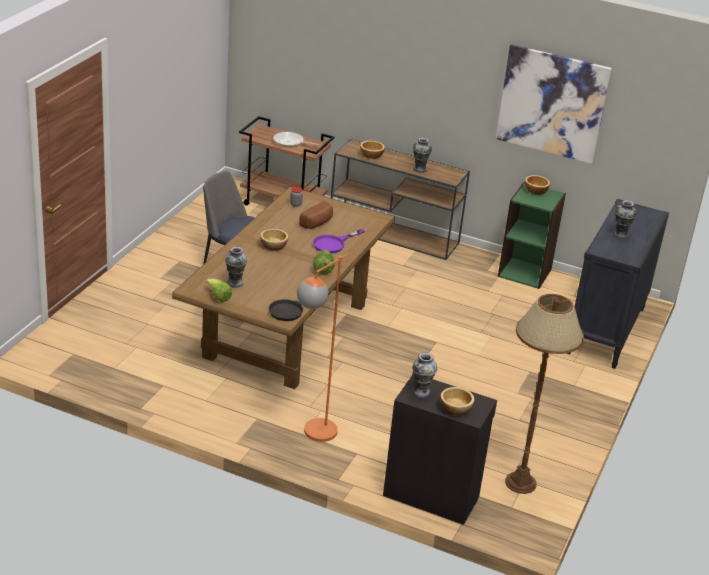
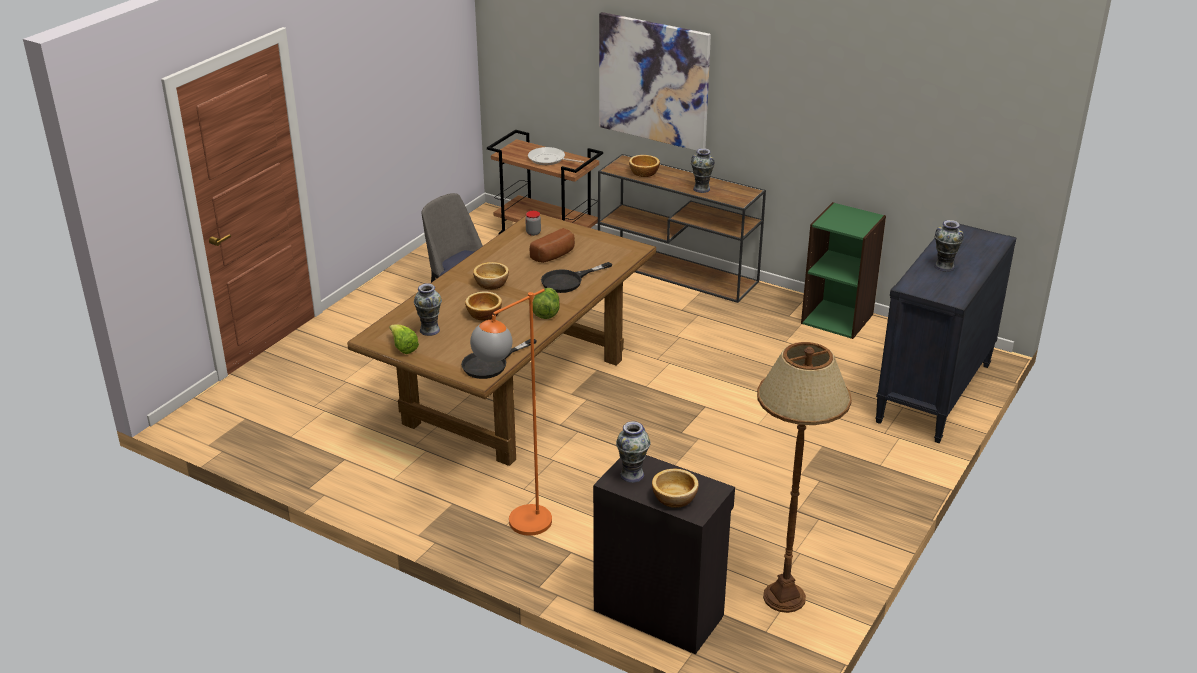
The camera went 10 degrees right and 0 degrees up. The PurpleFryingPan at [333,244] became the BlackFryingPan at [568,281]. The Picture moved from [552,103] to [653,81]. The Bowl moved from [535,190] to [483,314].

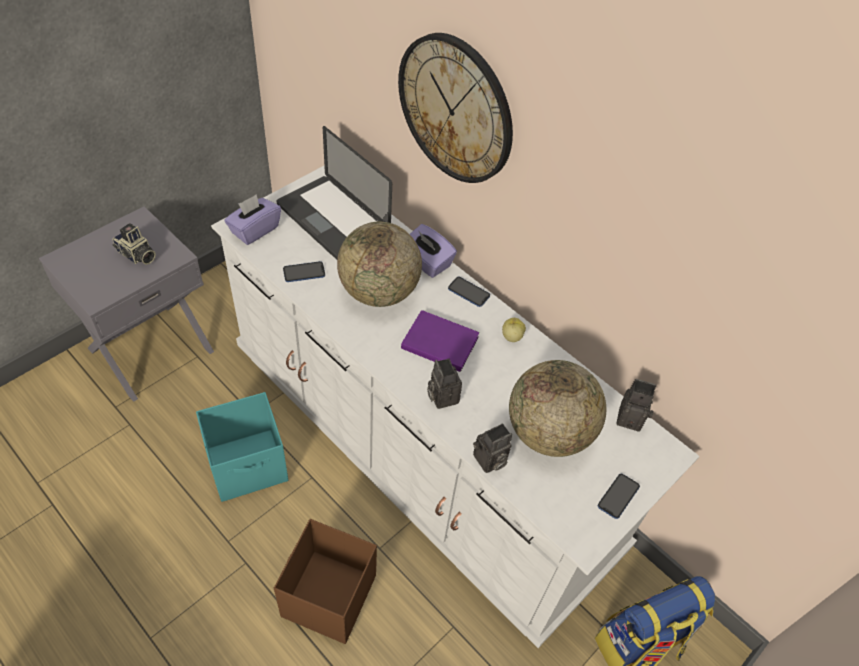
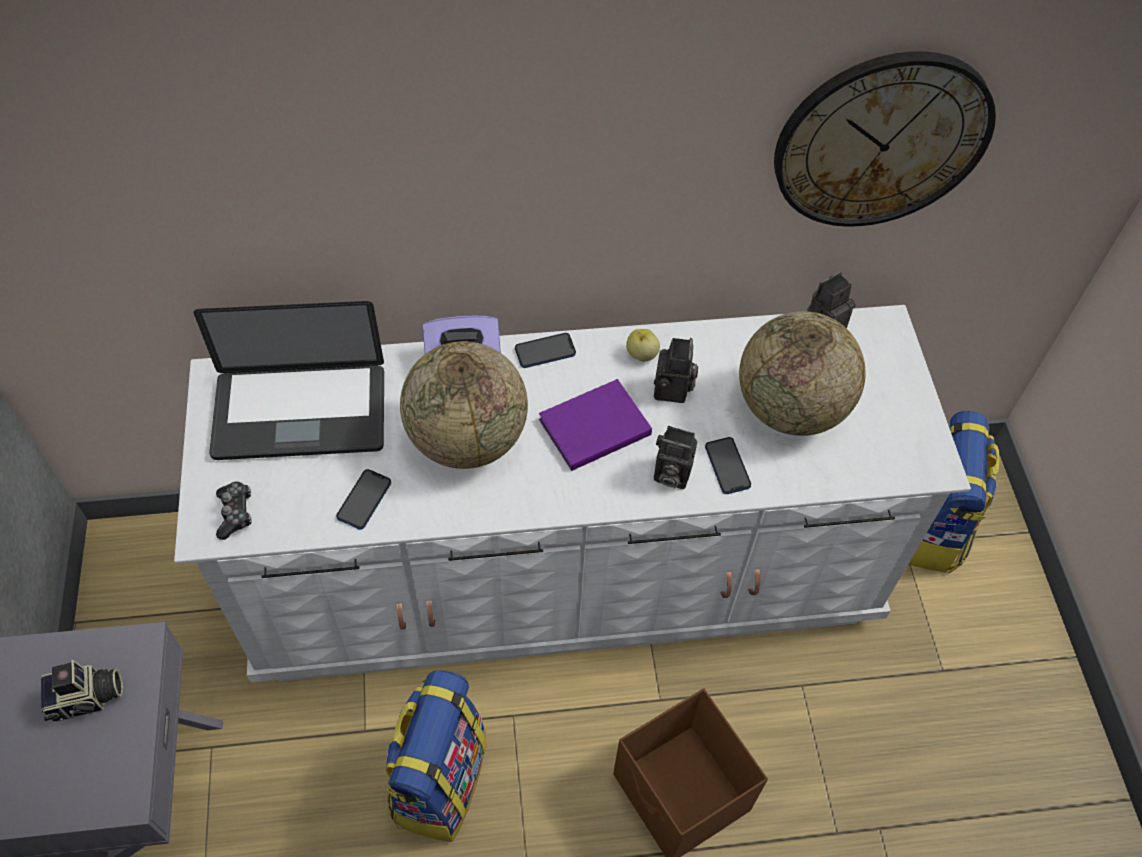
The camera went 50 degrees left and 5 degrees up. The TurquoiseStorageBox at [249,465] was replaced by the Backpack at [438,780]. The PurpleTissueBox at [254,230] was replaced by the GameController at [235,513]. The WallClock moved from [455,109] to [881,141]. The PhotoCamera moved from [489,461] to [673,391]. The Phone moved from [618,496] to [727,466].

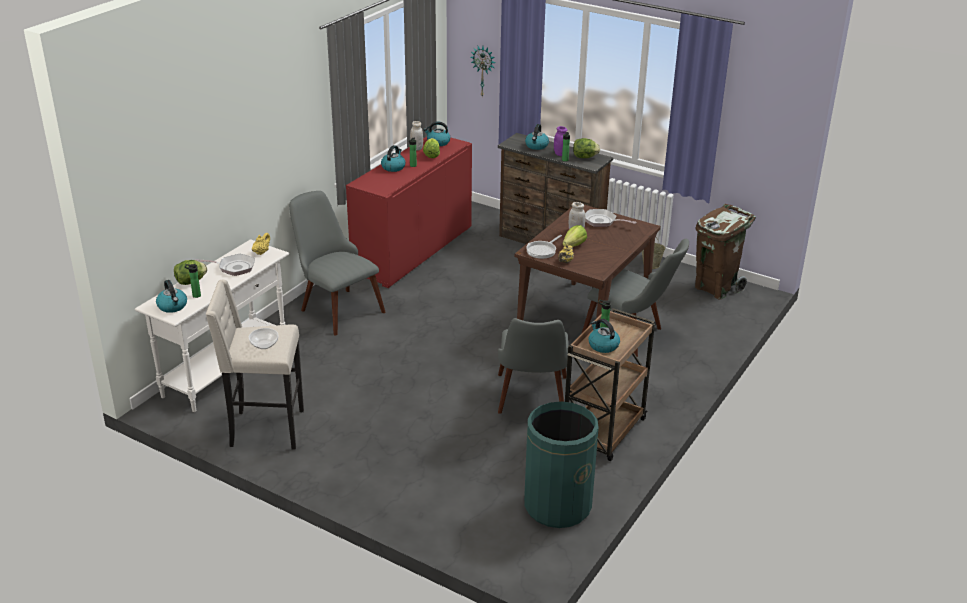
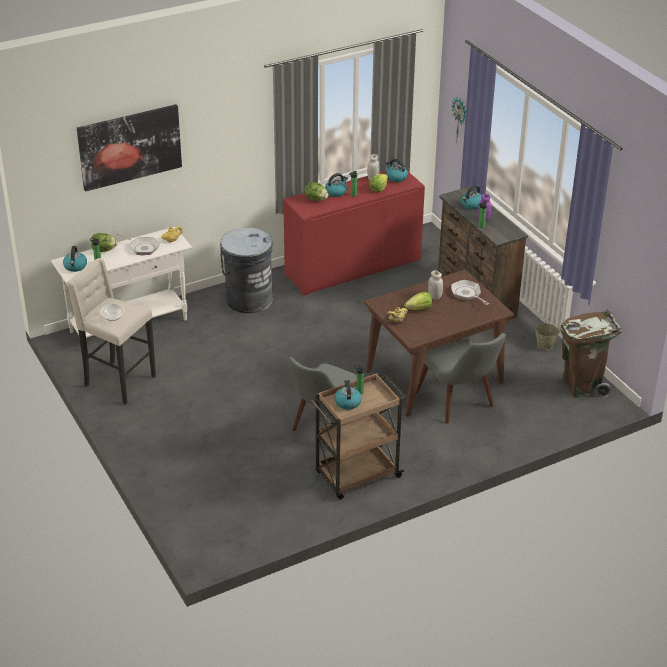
The camera went 30 degrees right and 5 degrees up. The GreyChair at [335,307] was replaced by the GreyTrashCan at [249,299]. The GreenTrashCan at [557,506] disappeared. The FryingPan at [542,250] disappeared. The Lettuce moved from [584,157] to [316,199]. The Picture at [130,146] appeared.

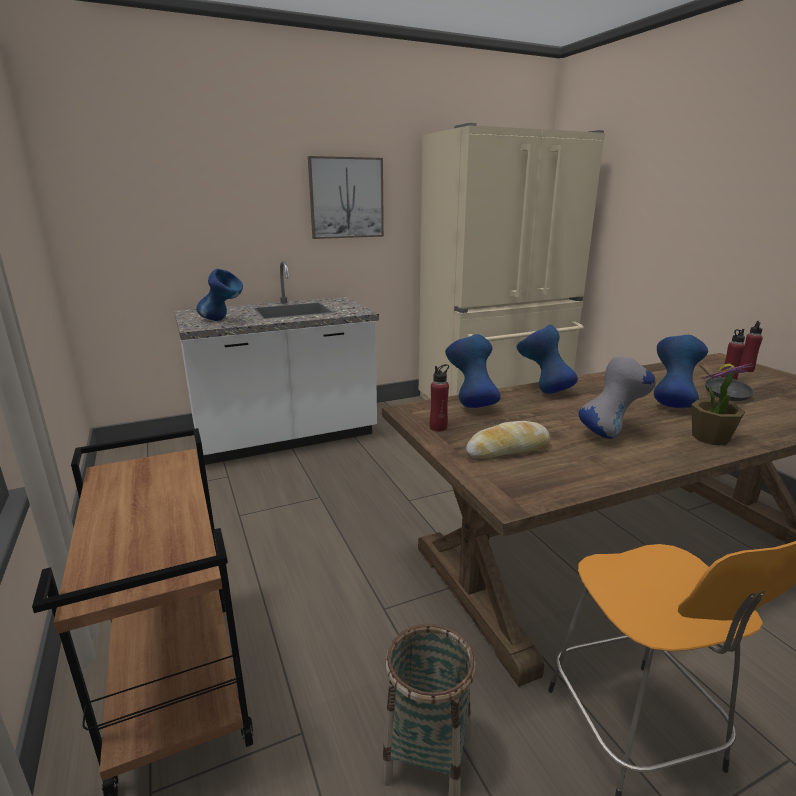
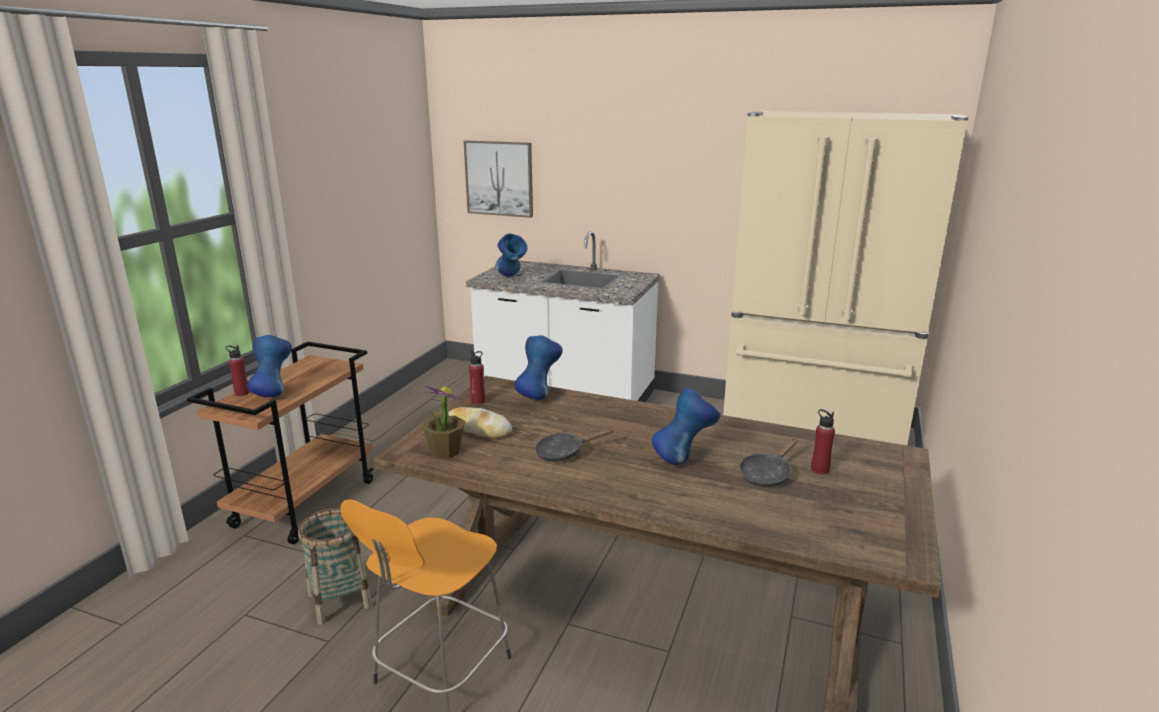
The camera went 45 degrees right and 0 degrees up. The Picture moved from [346,198] to [499,178]. The BlueVase moved from [543,391] to [274,393]. The GreyVase at [610,434] was replaced by the BlackFryingPan at [564,453]. The PottedPlant moved from [710,438] to [445,451]. The RedBottle moved from [746,370] to [242,393].

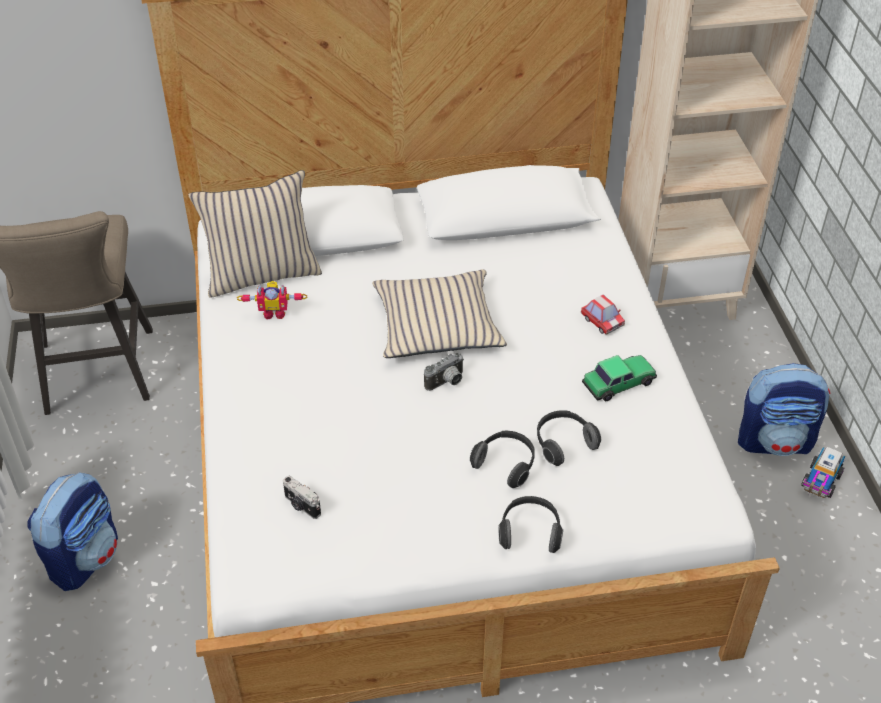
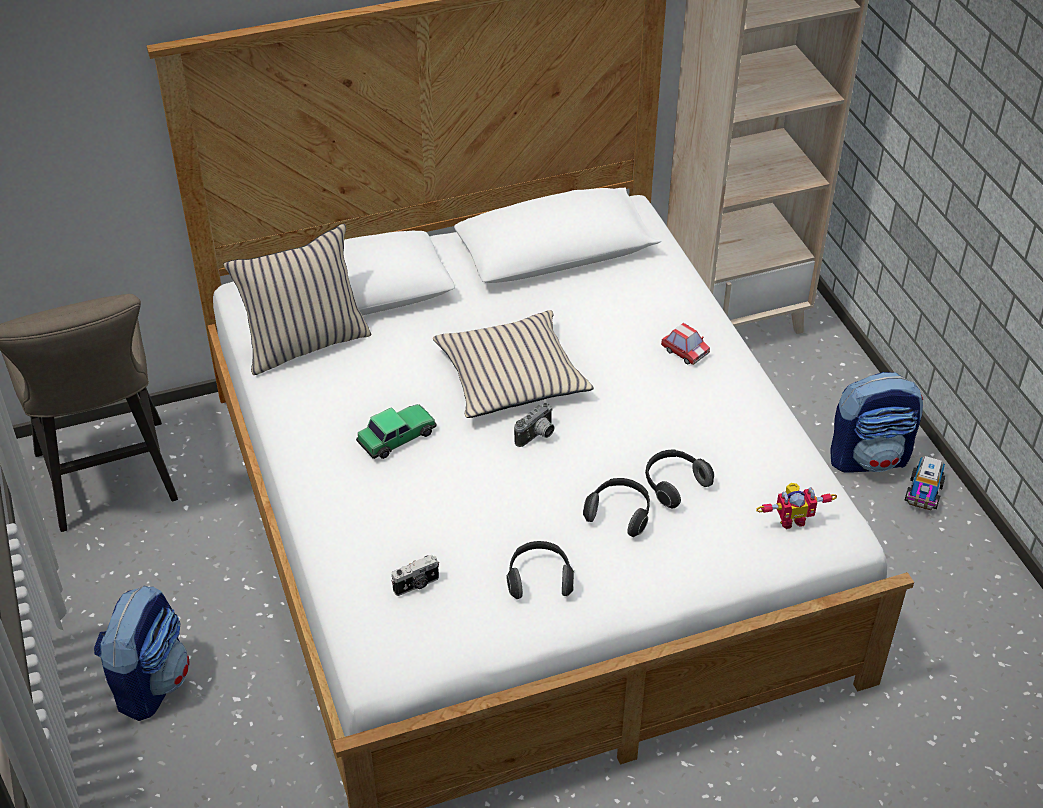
The camera went 10 degrees left and 0 degrees up. The ToyRobot moved from [274,312] to [791,519]. The PhotoCamera at [301,506] turned 60 degrees counterclockwise. The Headphones moved from [530,532] to [539,579]. The ToyCar moved from [619,382] to [397,436].

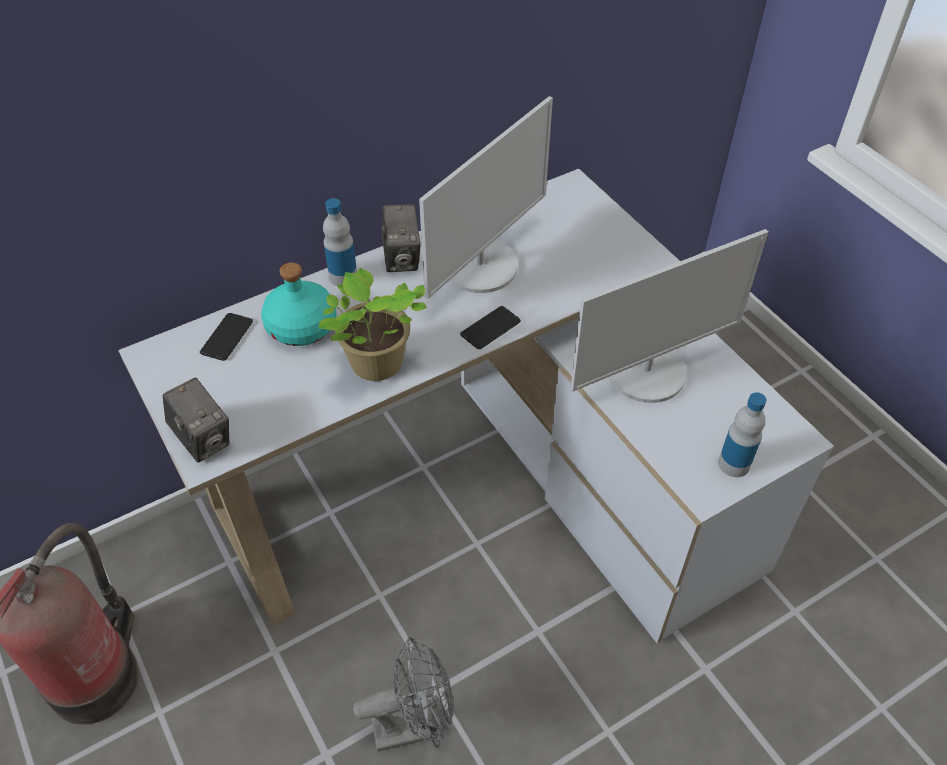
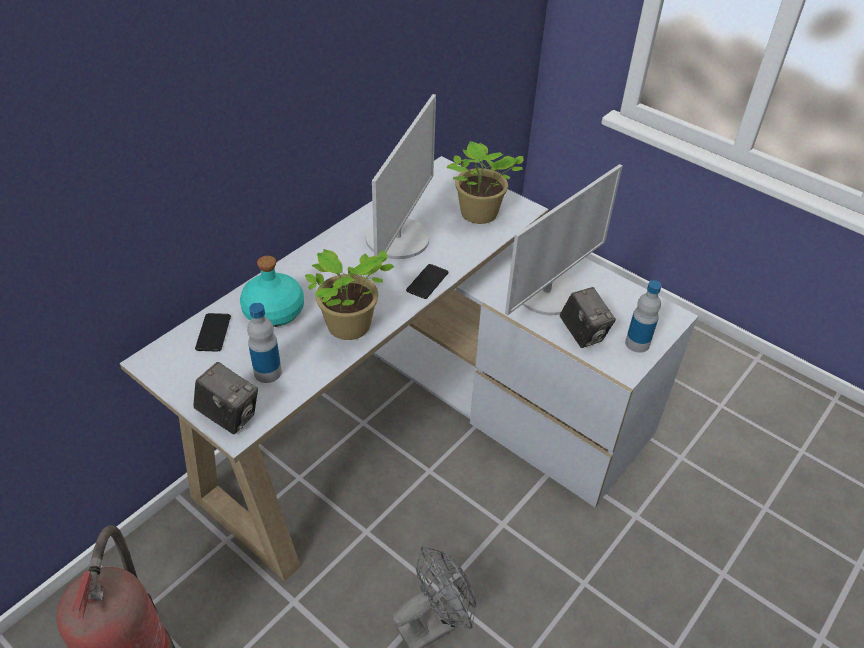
The camera went 20 degrees left and 5 degrees down. The Bottle moved from [343,277] to [267,372]. The PhotoCamera moved from [402,258] to [583,333]. The PottedPlant at [478,215] appeared.

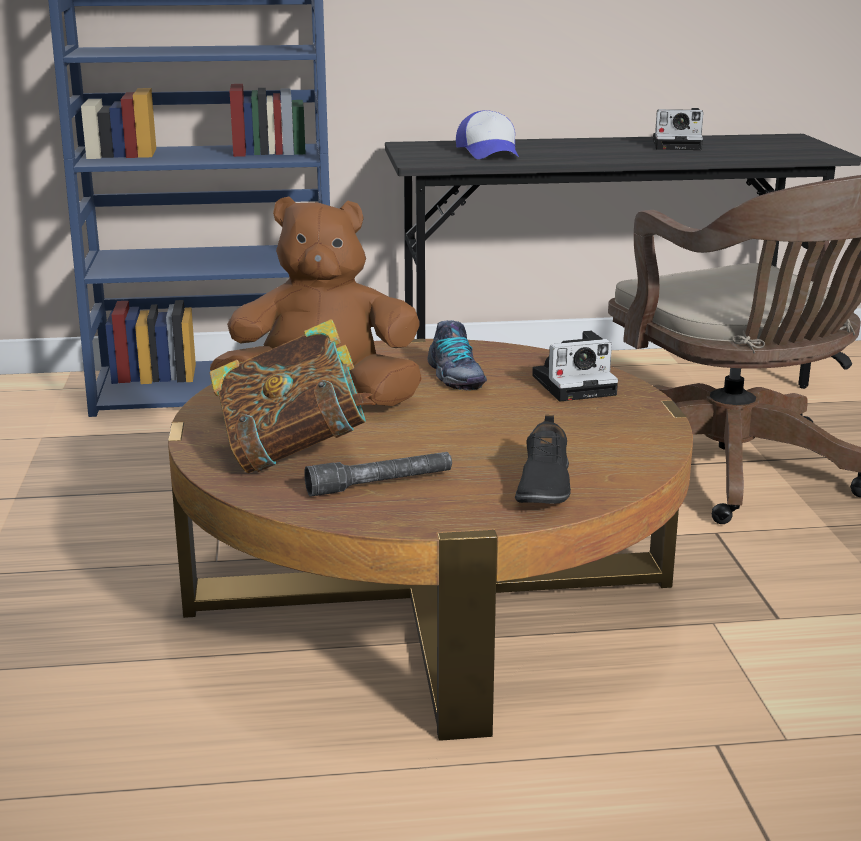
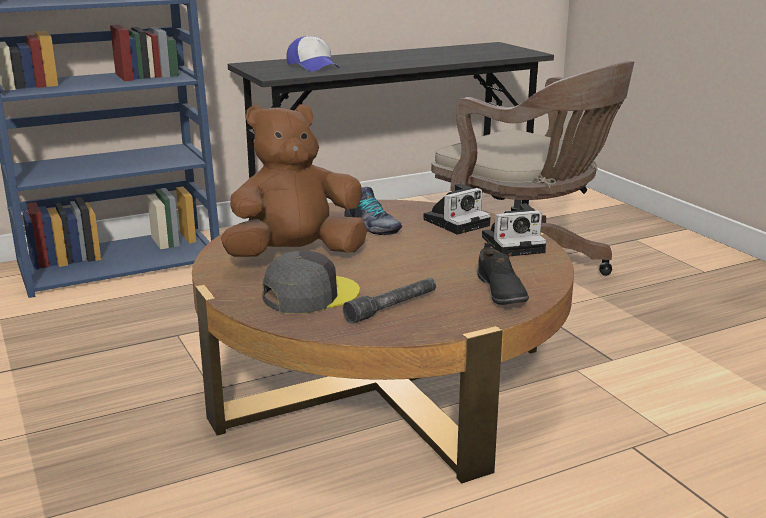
The camera went 20 degrees left and 0 degrees up. The Book at [294,453] was replaced by the GreyCap at [310,295]. The PhotoCamera moved from [679,145] to [515,244].

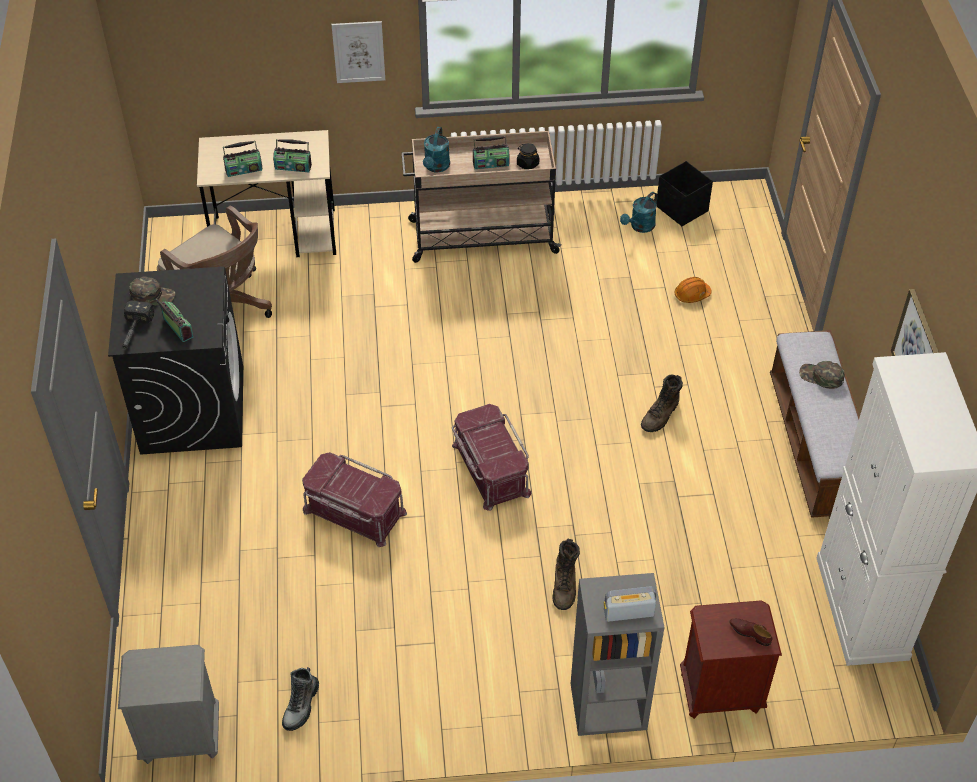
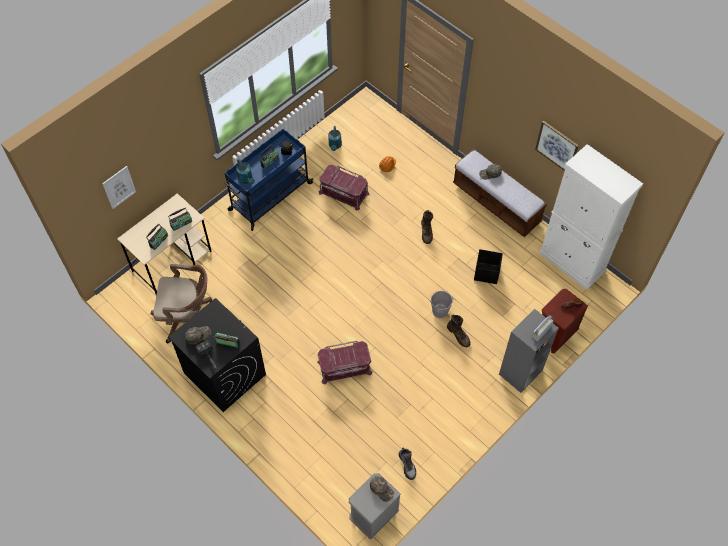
The camera went 40 degrees left and 10 degrees up. The Picture moved from [358,51] to [119,187]. The BeigeCart at [481,236] became the BlueCart at [269,197]. The RedStorageBox moved from [489,469] to [343,193]. The BlackStorageBox moved from [682,209] to [487,273]. The GreenCap at [381,489] appeared. The GreyBucket at [439,309] appeared.

